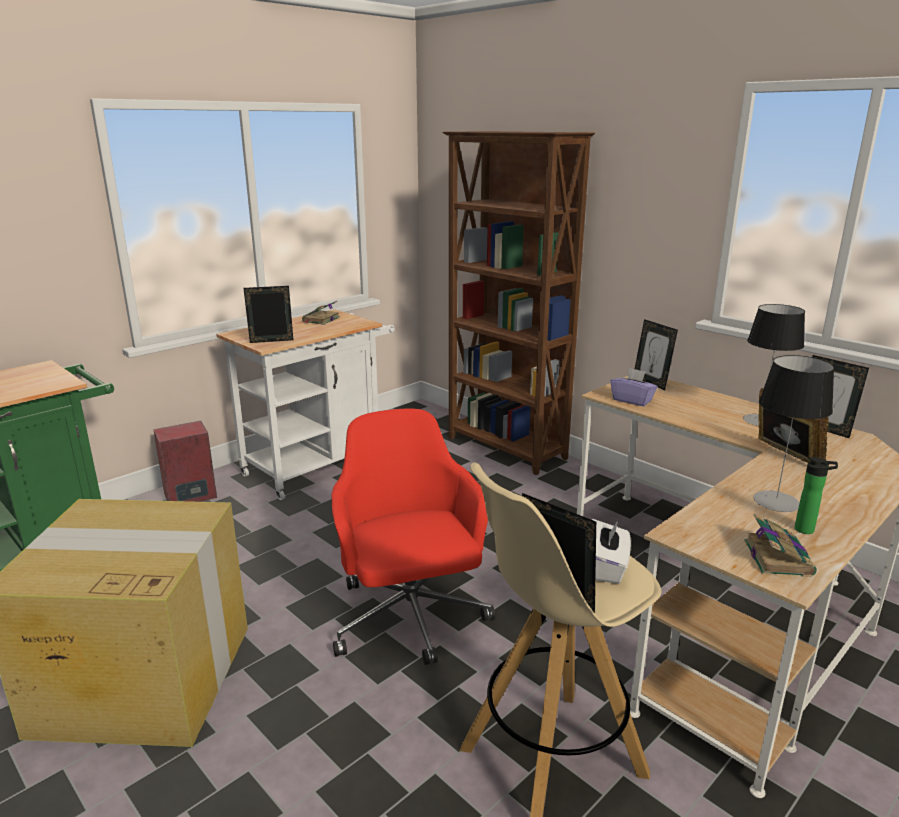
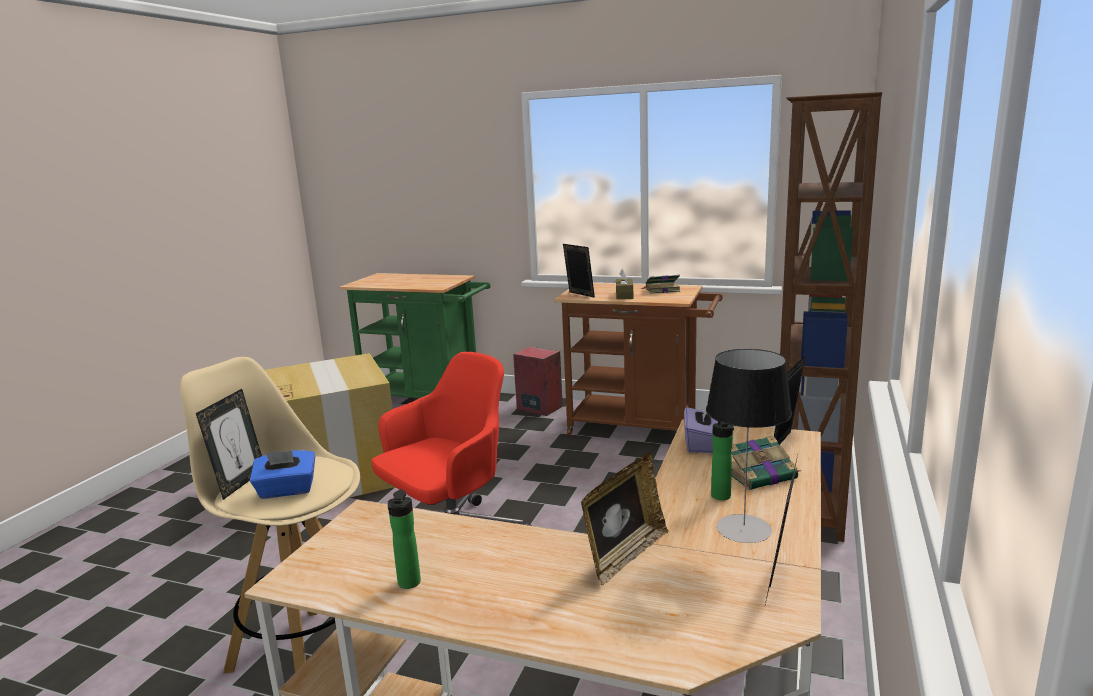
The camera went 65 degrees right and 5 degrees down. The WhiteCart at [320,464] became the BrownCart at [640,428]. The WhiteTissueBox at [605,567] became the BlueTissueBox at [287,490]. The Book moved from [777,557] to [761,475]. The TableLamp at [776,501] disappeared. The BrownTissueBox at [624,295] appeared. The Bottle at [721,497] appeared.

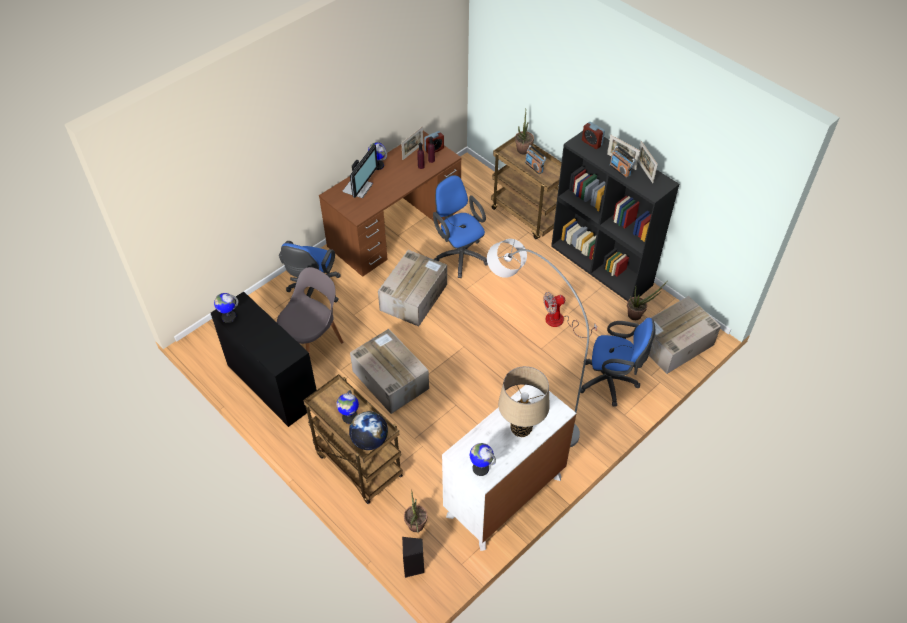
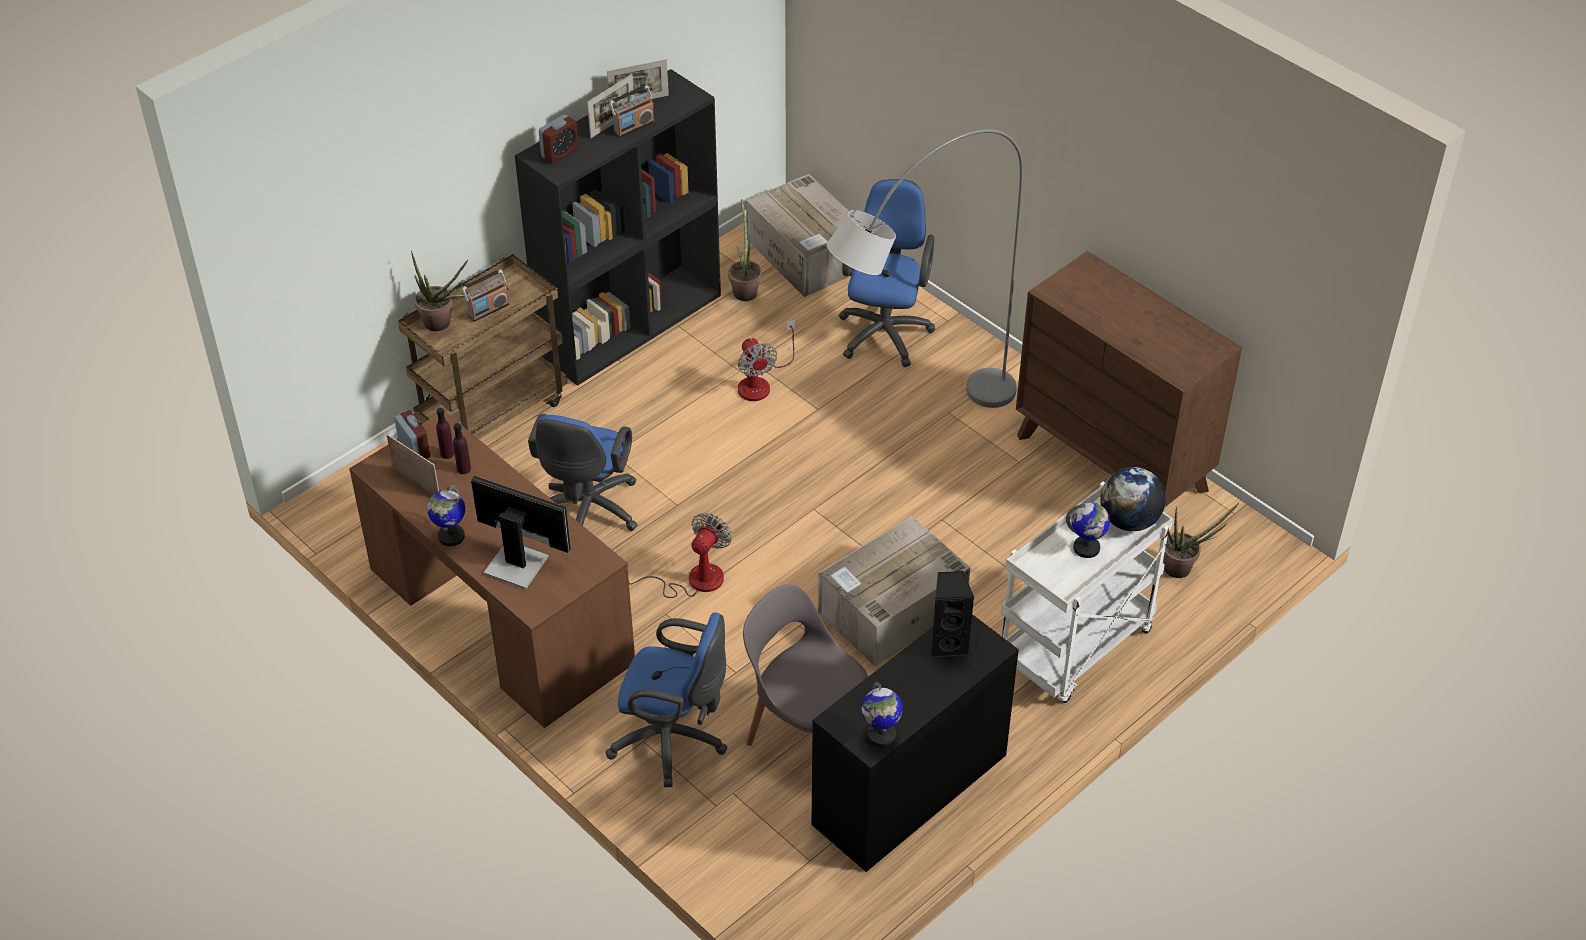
The camera went 90 degrees left and 5 degrees down. The BrownCart at [357,464] became the WhiteCart at [1075,649]. The CardboardBox at [414,296] was replaced by the Fan at [692,580]. The BlackSpeaker moved from [414,567] to [948,643]. The BlueOfficeChair at [459,255] turned 45 degrees counterclockwise. The WhiteDresser at [504,497] became the BrownDresser at [1112,462]. The Globe at [480,468] disappeared. The BeigeTableLamp at [521,428] disappeared.

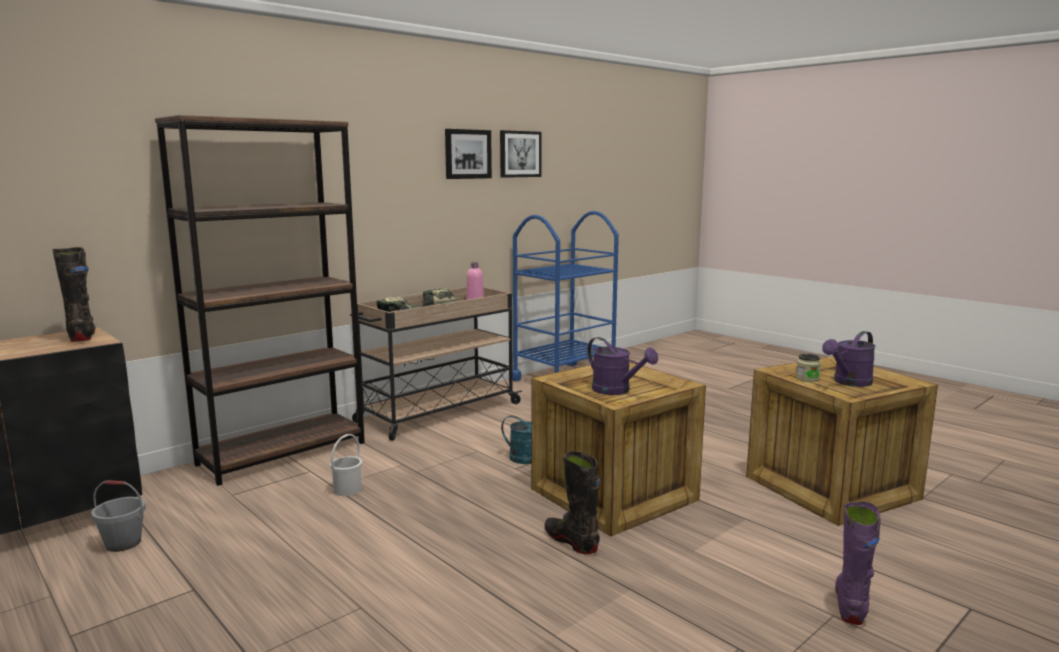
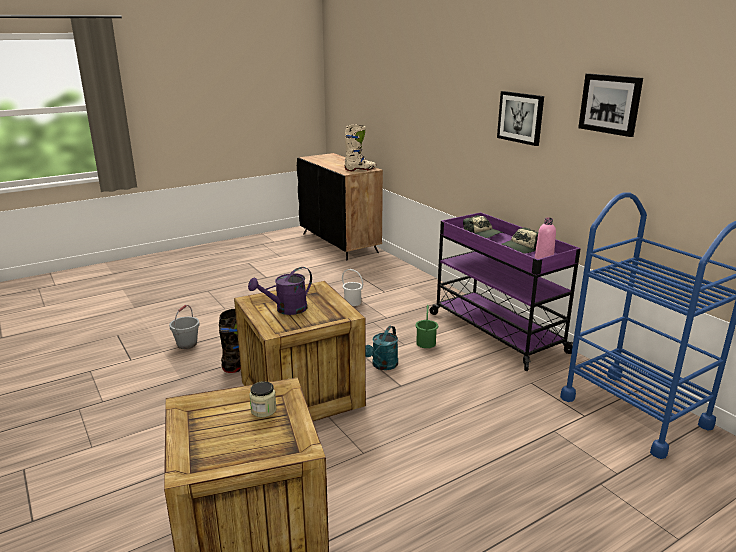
The camera went 100 degrees right and 10 degrees up. The BlackBoot at [82,336] became the BeigeBoot at [360,169]. The GreyBucket moved from [124,543] to [187,344]. The BrownBookcase at [283,453] disappeared. The BeigeCart at [437,413] became the PurpleCart at [495,331]. The Picture moved from [519,154] to [521,117]. The PurpleWateringCan at [849,383] disappeared. The PurpleBoot at [850,605] disappeared. The GreenBucket at [426,343] appeared.

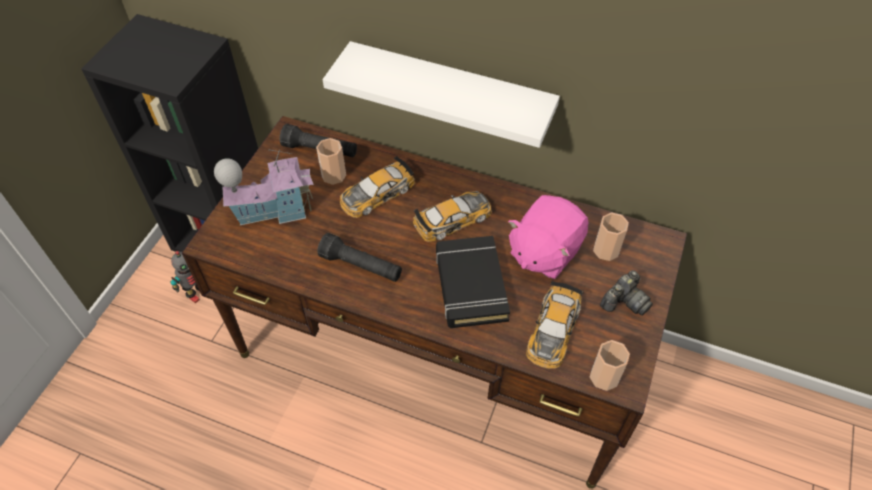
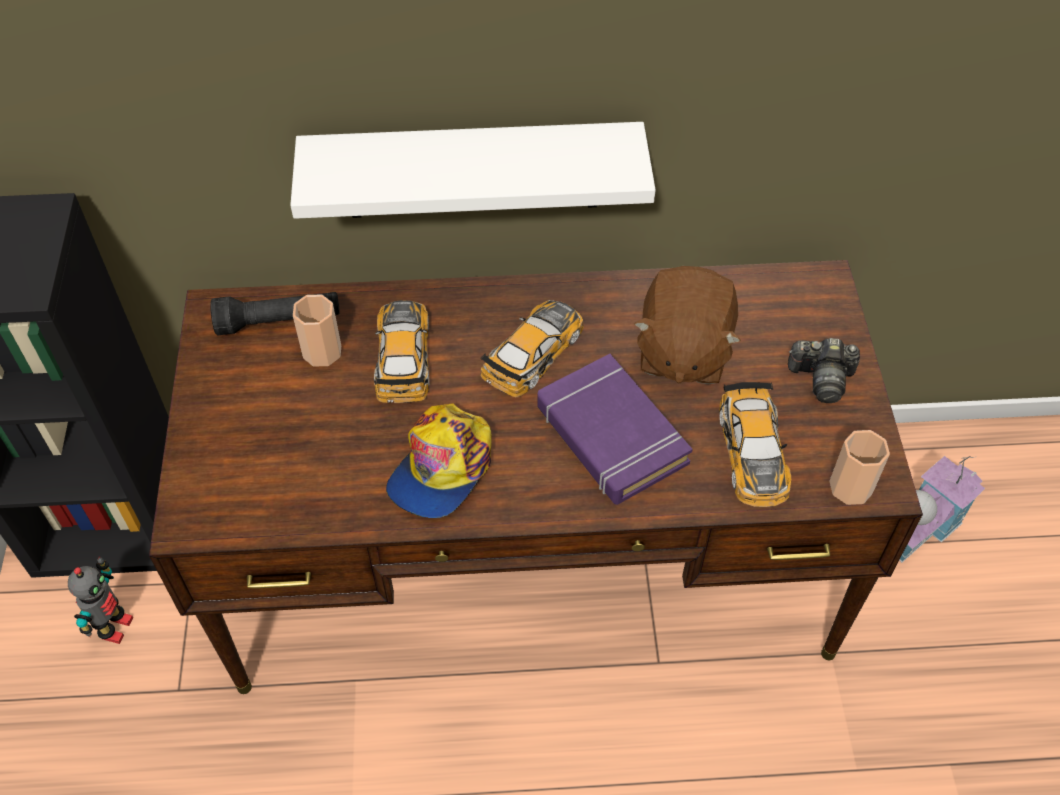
The camera went 25 degrees left and 0 degrees up. The ToyHouse moved from [274,210] to [920,528]. The BlackFlashlight at [361,266] was replaced by the Cap at [441,468]. The ToyCar at [377,194] turned 150 degrees clockwise. The BlackBook at [470,285] became the PurpleBook at [610,435]. The PinkPlushToy at [544,252] became the BrownPlushToy at [682,351]. The Cup at [606,250] disappeared. The PhotoCamera at [624,302] turned 75 degrees clockwise.

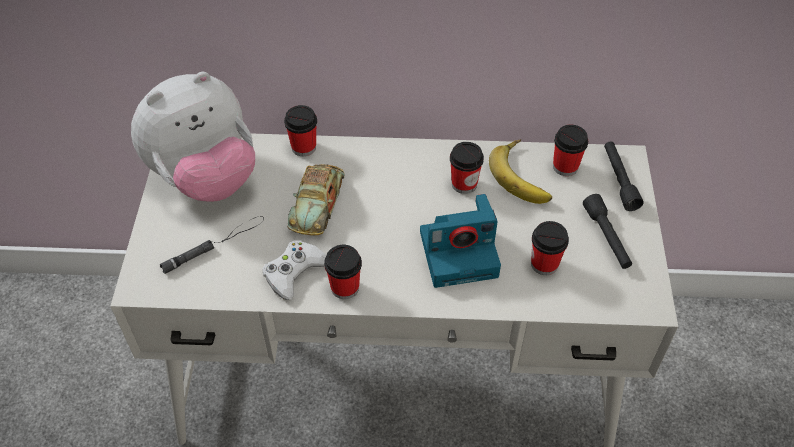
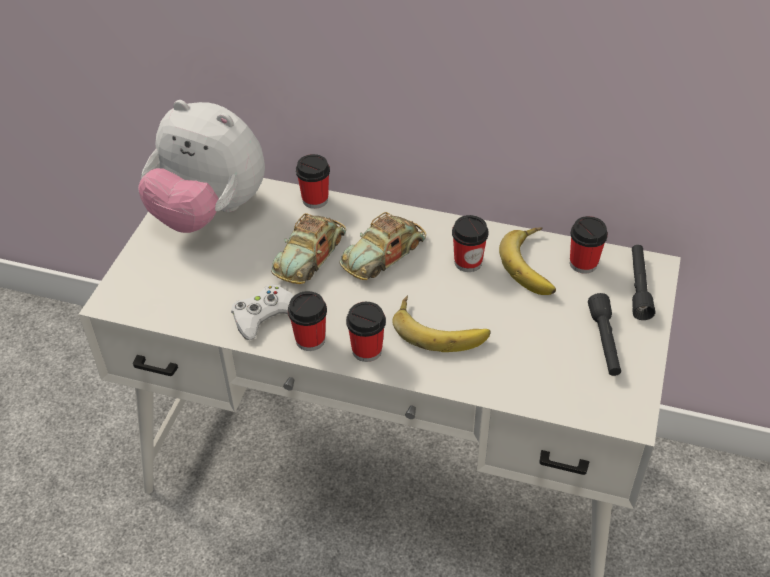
The camera went 15 degrees right and 5 degrees down. The PlushToy at [206,178] turned 45 degrees clockwise. The BlackFlashlight at [214,244] disappeared. The PhotoCamera at [460,252] was replaced by the Banana at [440,328]. The Cup moved from [544,264] to [367,350]. The ToyCar at [383,254] appeared.

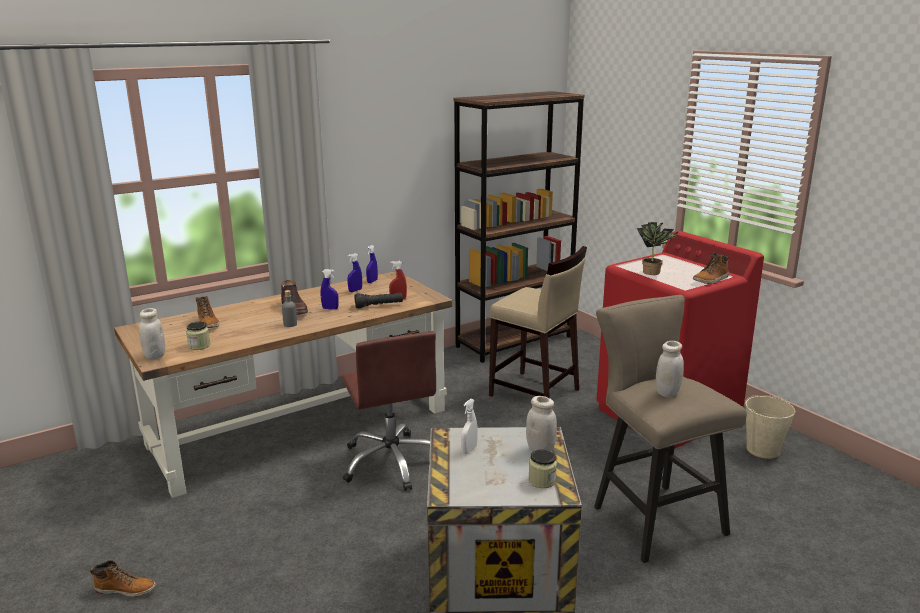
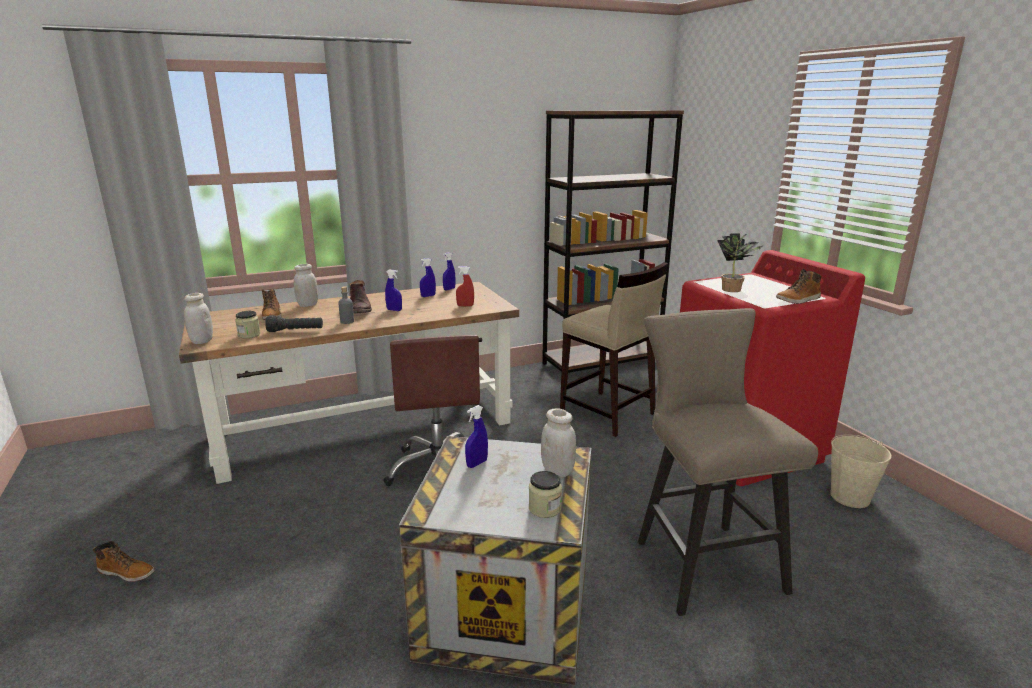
The camera went 10 degrees right and 0 degrees up. The BlackFlashlight moved from [379,306] to [295,331]. The WhiteSprayBottle at [469,450] became the BlueSprayBottle at [477,463]. The WhiteJar moved from [667,393] to [308,305].

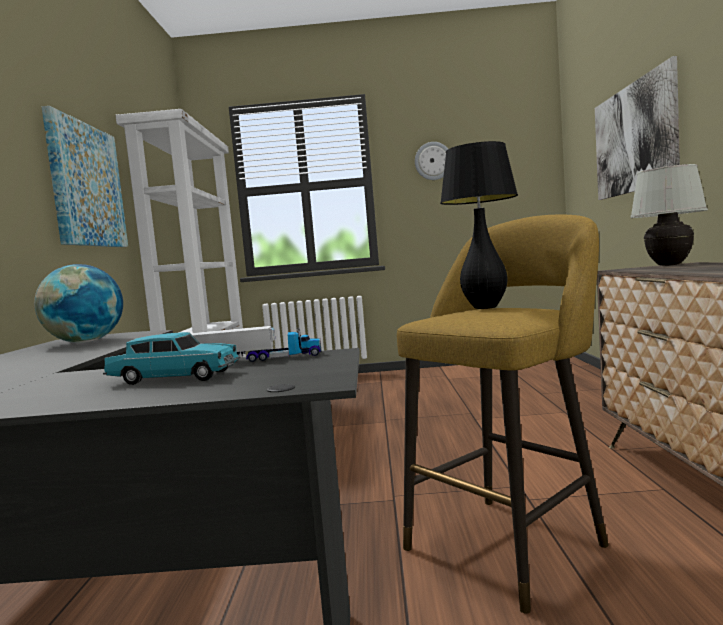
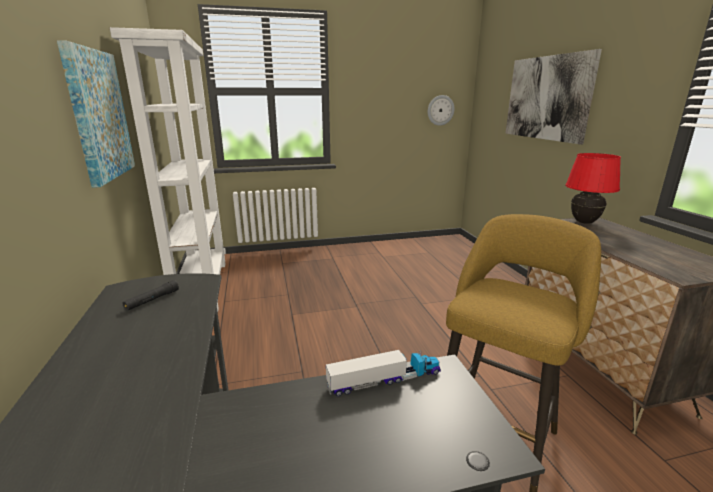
The camera went 15 degrees left and 15 degrees up. The Globe at [85,342] was replaced by the BlackFlashlight at [152,300]. The TurquoiseToyCar at [174,378] disappeared. The WallClock moved from [433,161] to [440,110]. The BlackTableLamp at [485,307] disappeared. The WhiteTableLamp at [669,265] became the RedTableLamp at [584,222].

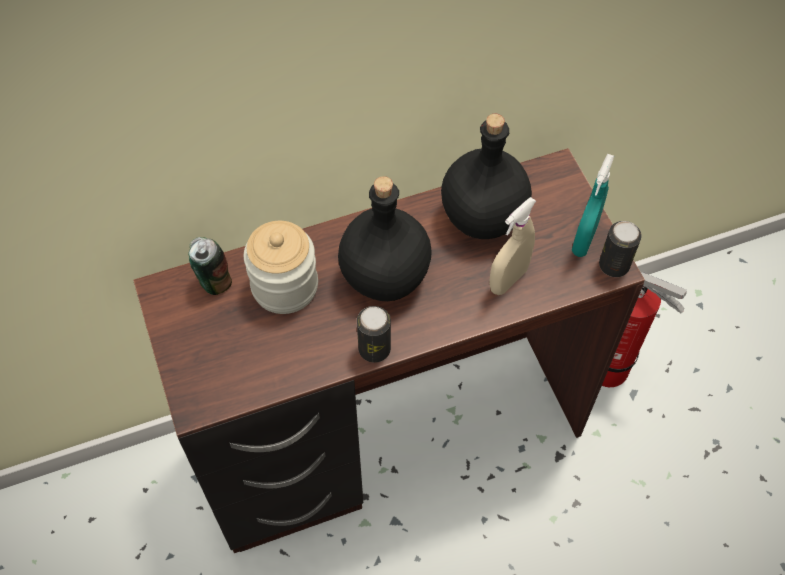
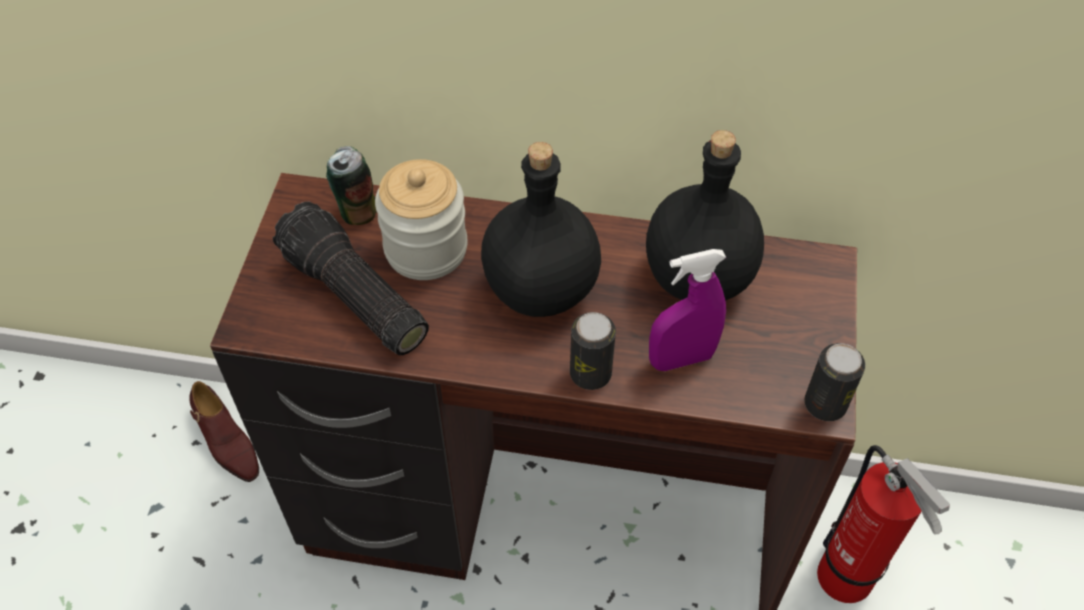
The camera went 30 degrees right and 5 degrees down. The Can moved from [374,349] to [590,374]. The BeigeSprayBottle at [508,279] became the PurpleSprayBottle at [681,359]. The TurquoiseSprayBottle at [584,240] disappeared. The BrownShoe at [226,442] appeared. The Flashlight at [352,297] appeared.

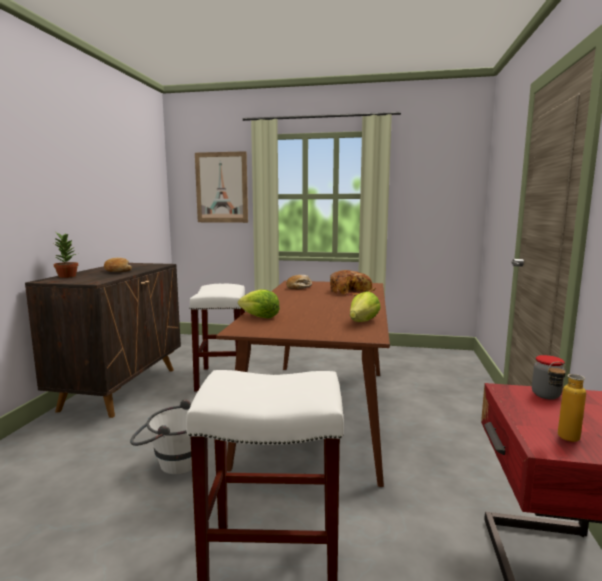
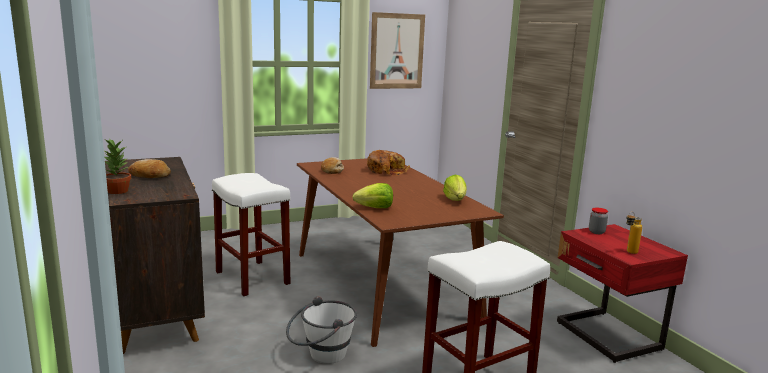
The camera went 35 degrees left and 5 degrees up. The Picture moved from [221,187] to [397,51].

